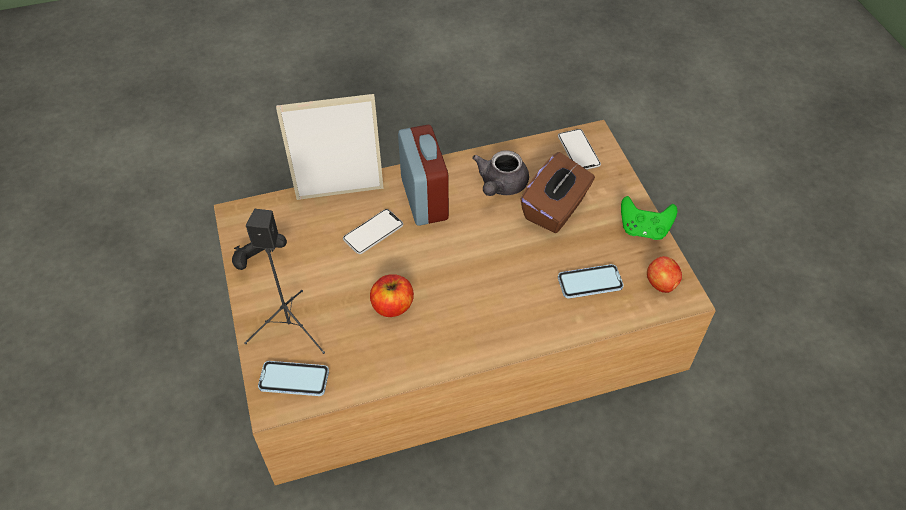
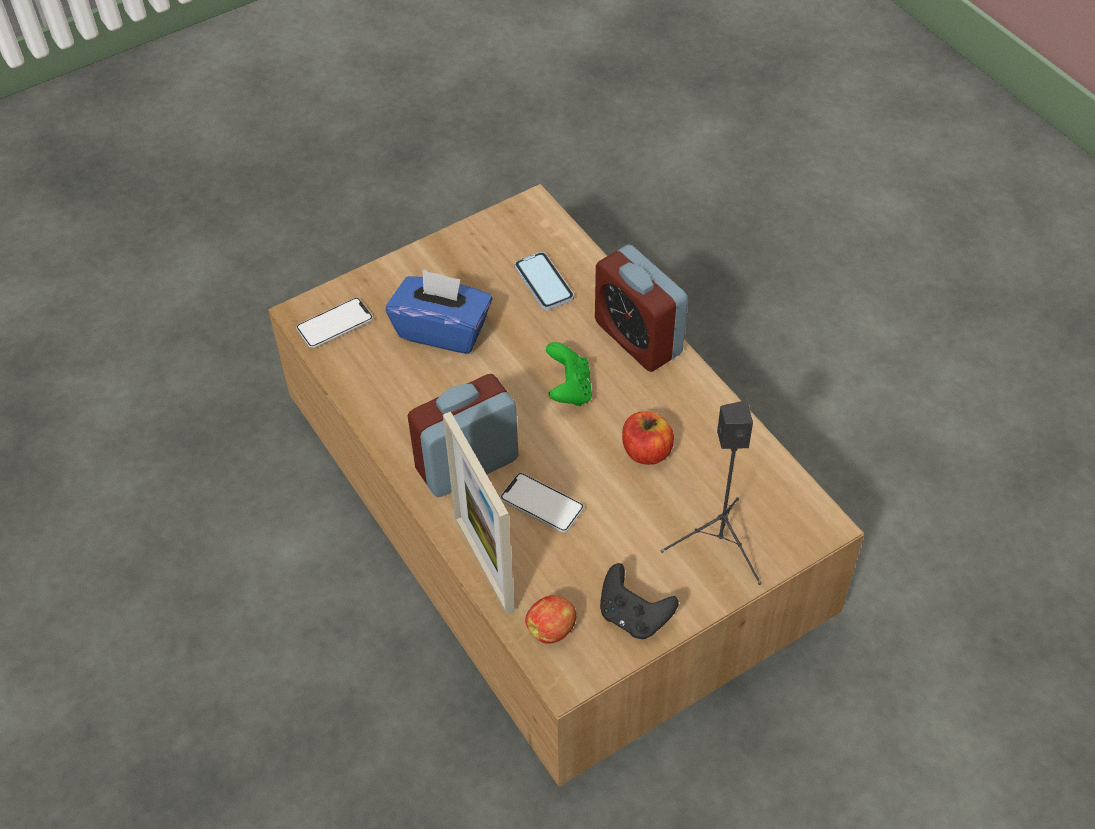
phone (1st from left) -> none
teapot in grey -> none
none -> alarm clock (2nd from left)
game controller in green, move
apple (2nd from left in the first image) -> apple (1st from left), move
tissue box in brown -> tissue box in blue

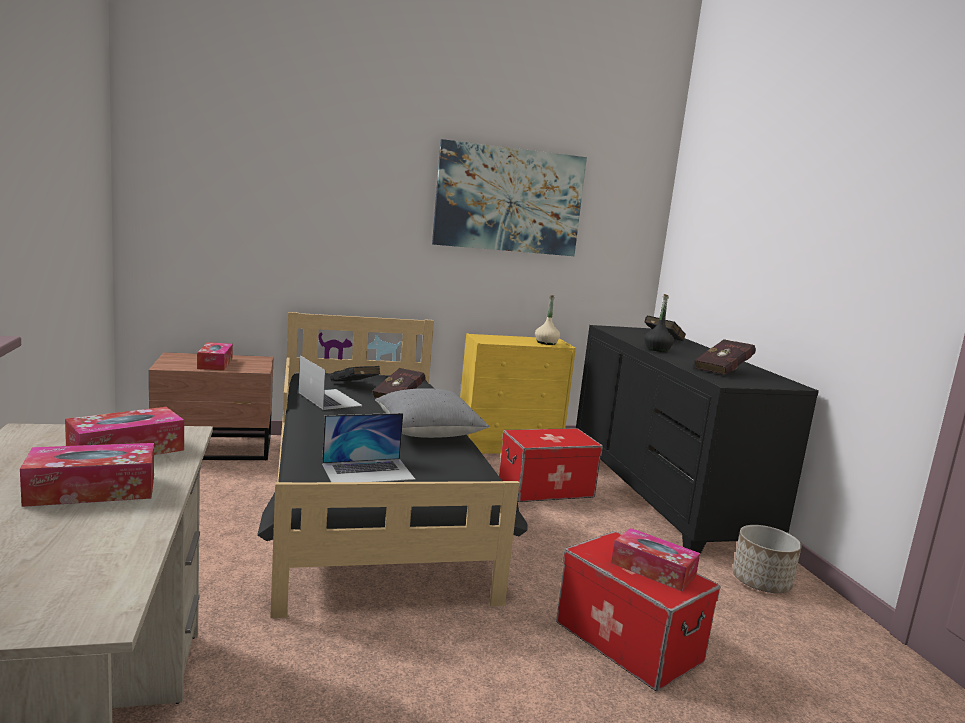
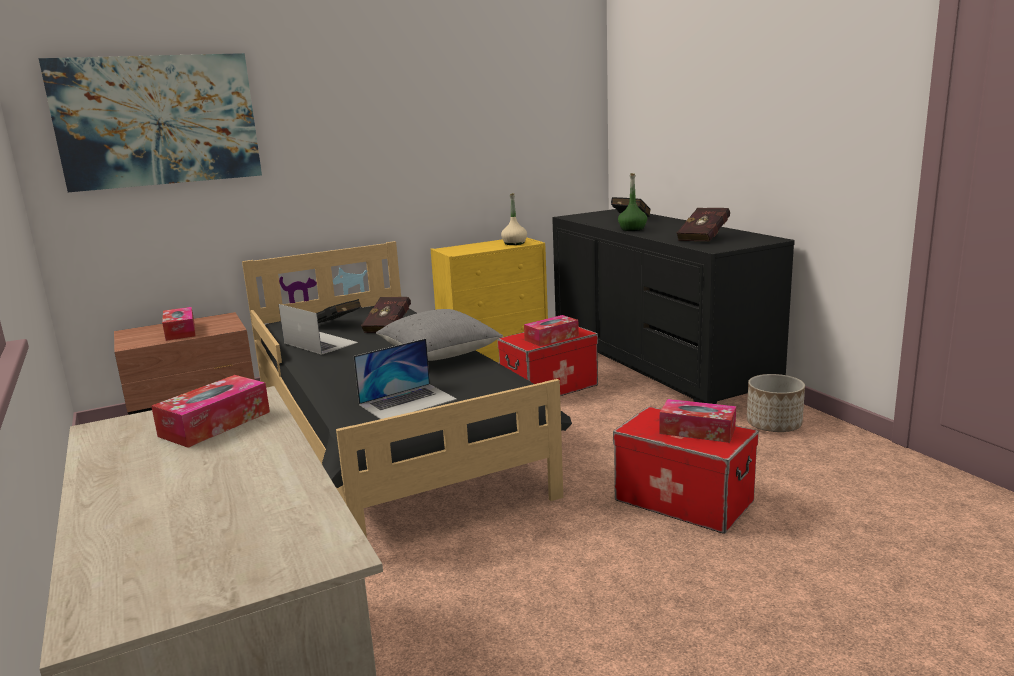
tissue box (1st from left in the first image) -> tissue box (3rd from left), move
picture, move
bottle in black -> bottle in green

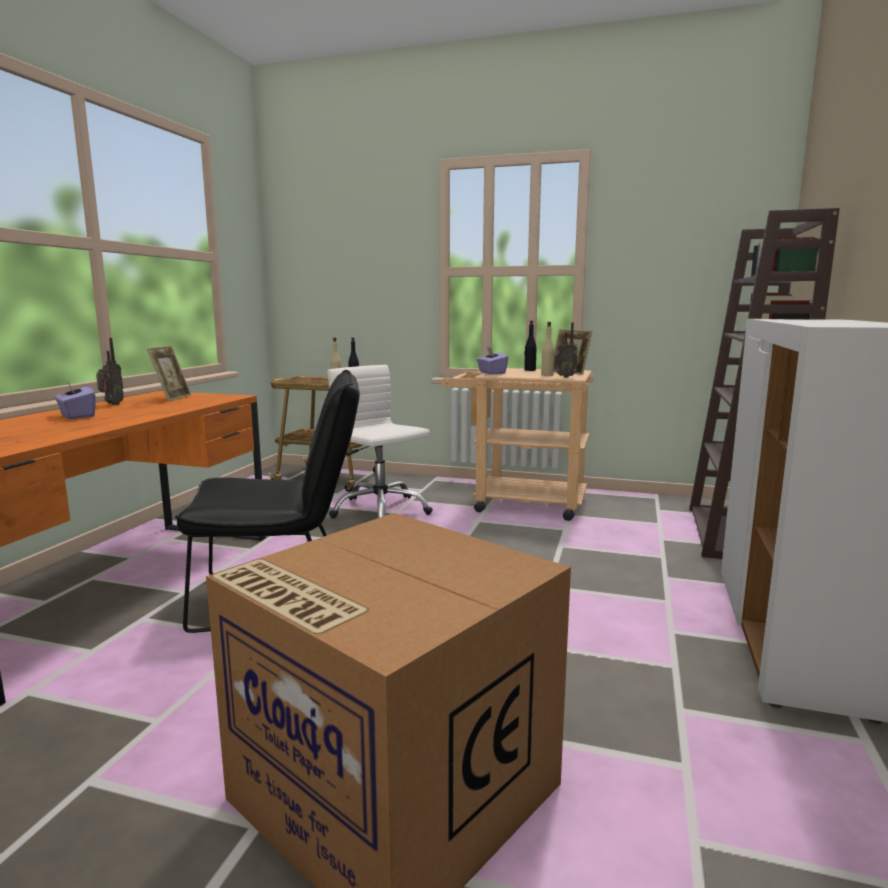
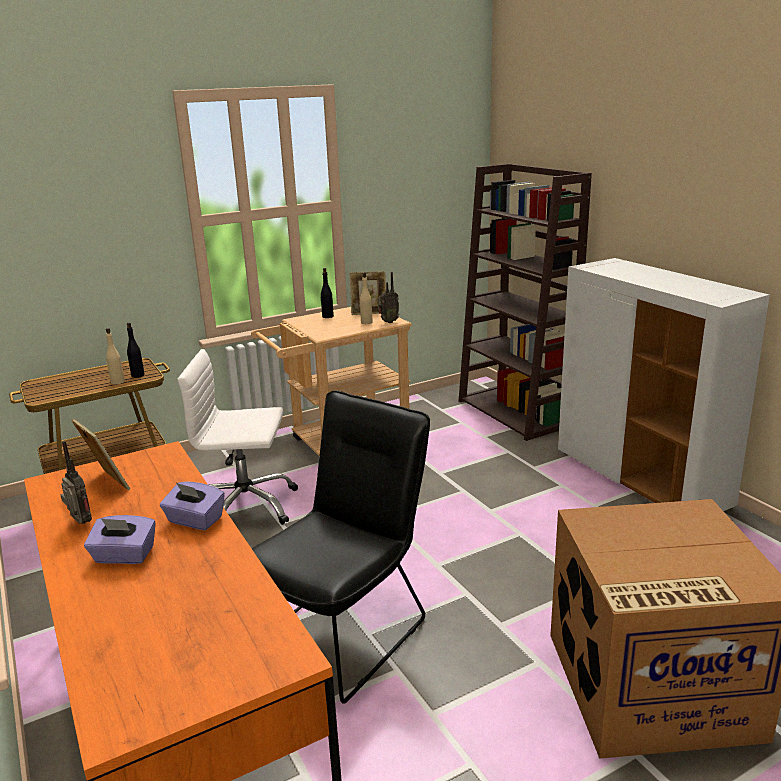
tissue box in purple (2nd from left), move

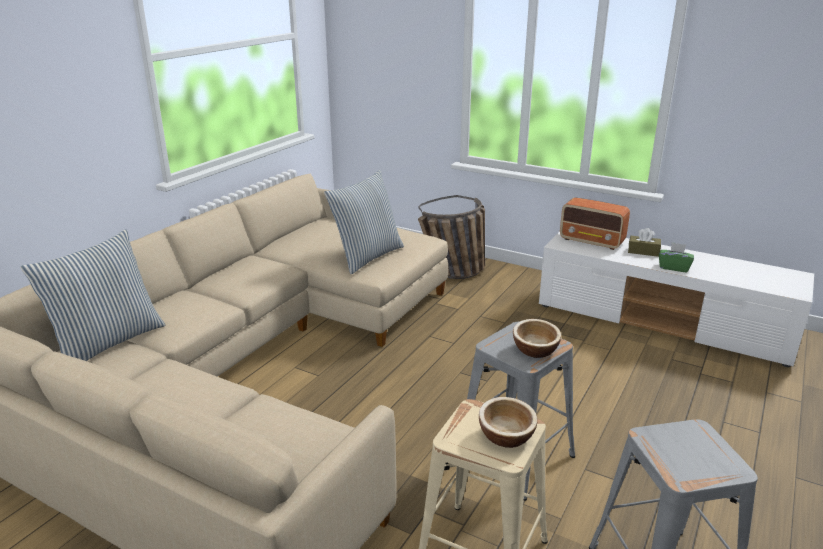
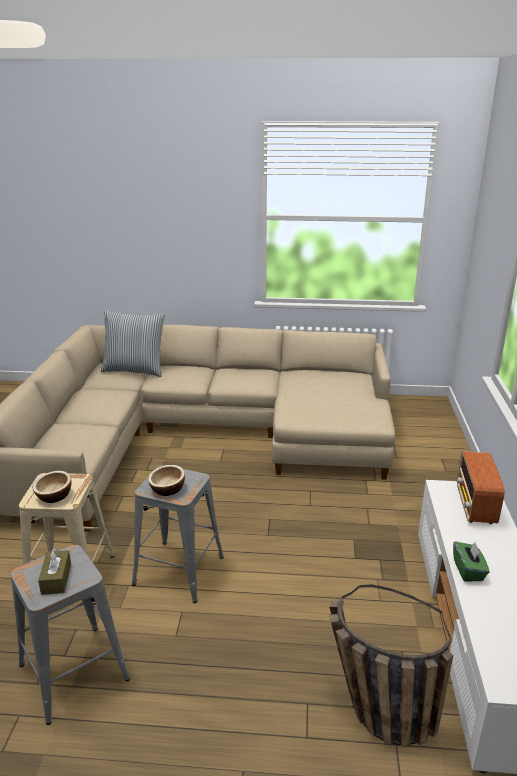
pillow (2nd from left) -> none
basket, move
tissue box in brown, move

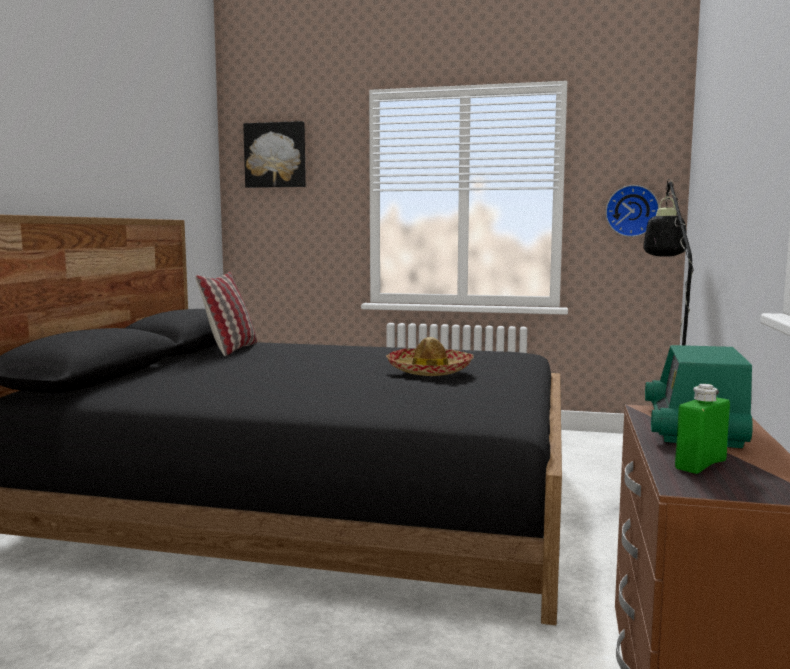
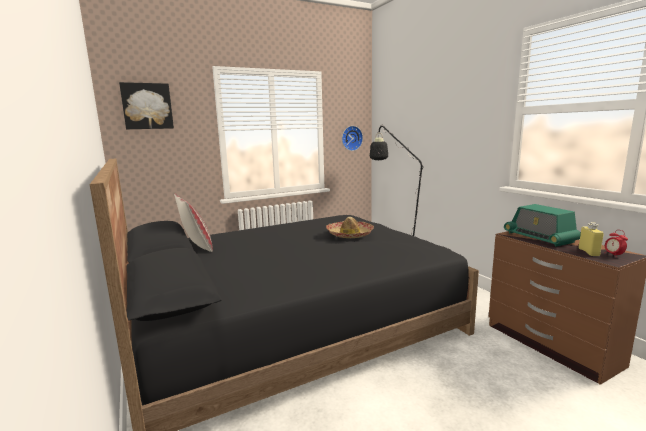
none -> alarm clock
bottle in green -> bottle in yellow

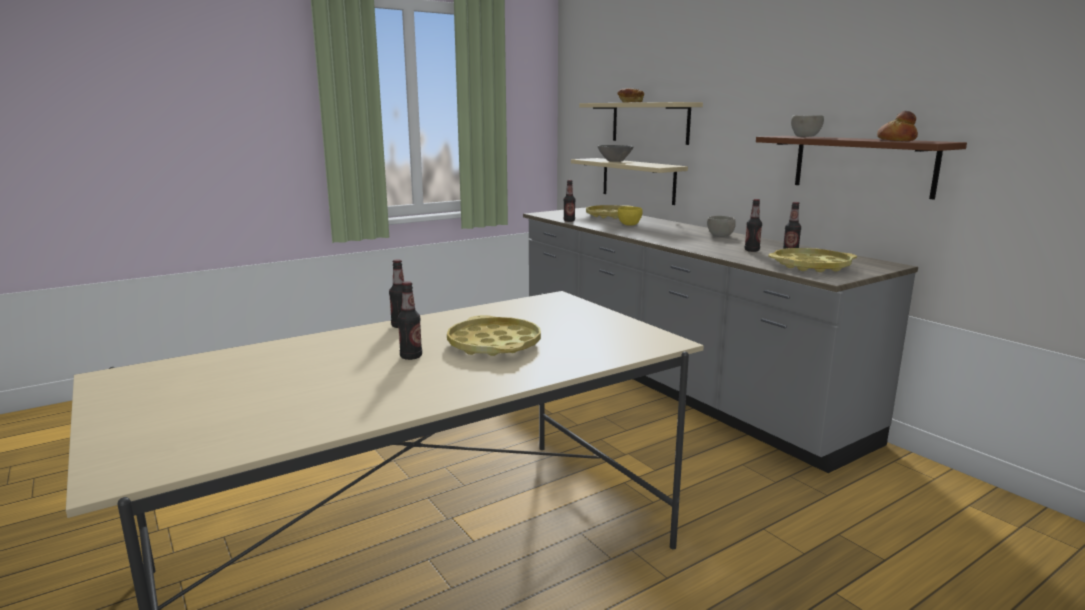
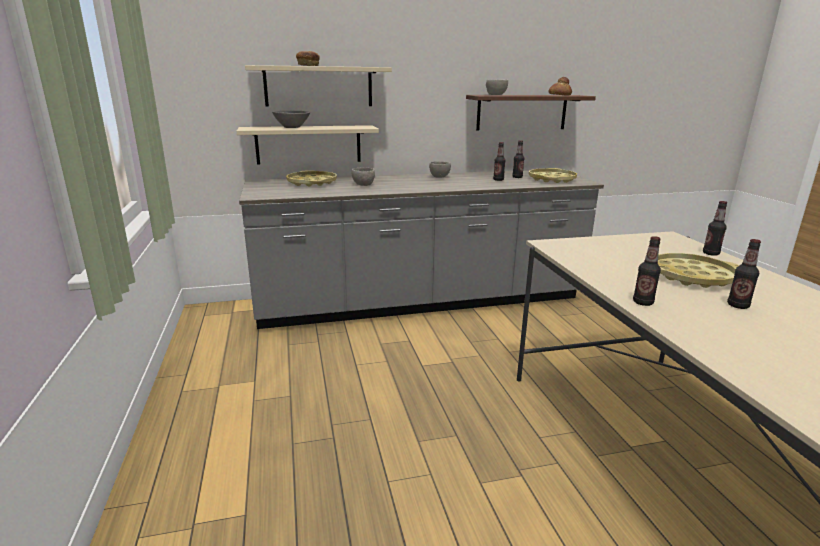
bottle (3rd from left in the first image) -> bottle (4th from left), move
bowl in yellow -> bowl in grey (2nd from left)

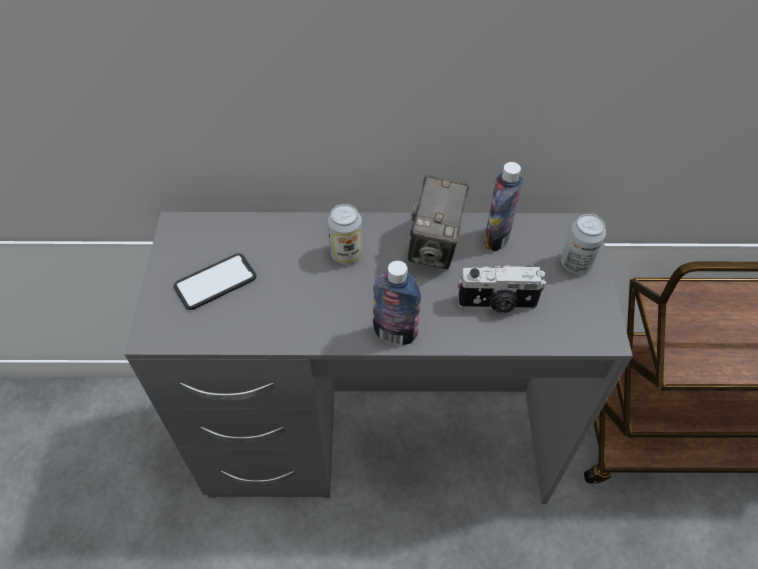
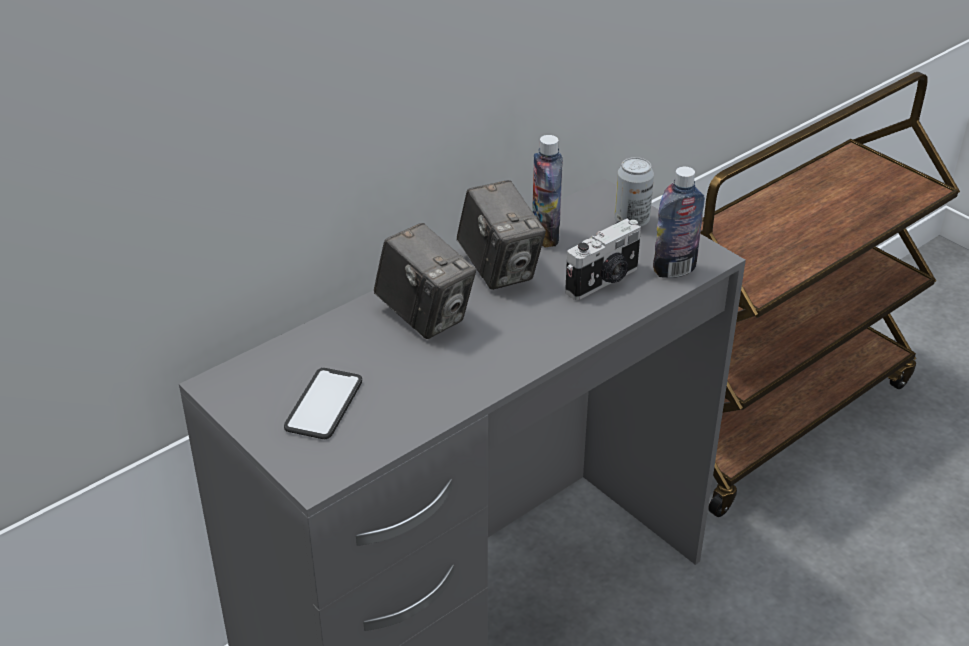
bottle (1st from left in the first image) -> bottle (2nd from left), move
can (1st from left) -> photo camera (1st from left)

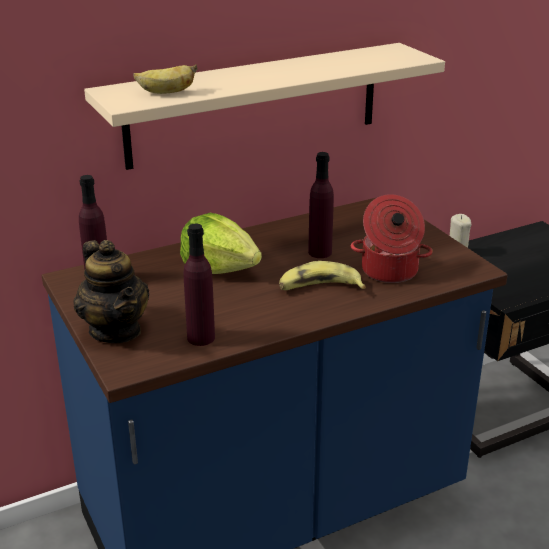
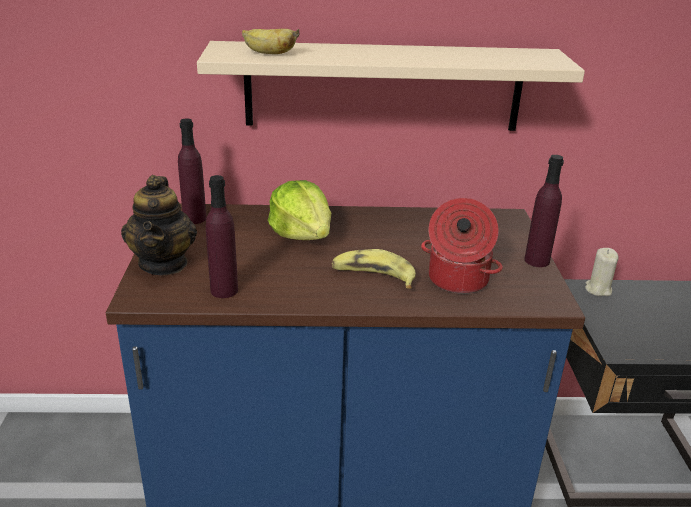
bottle in purple (3rd from left), move

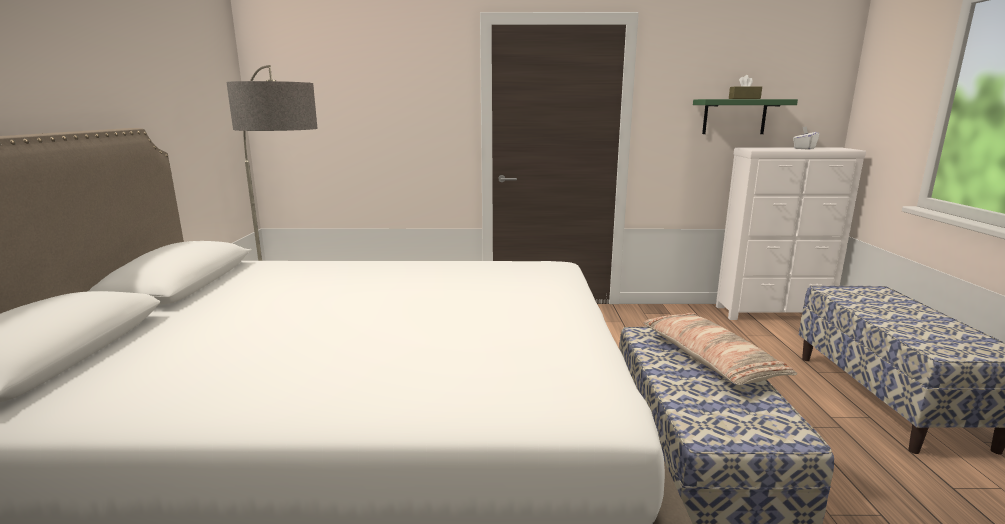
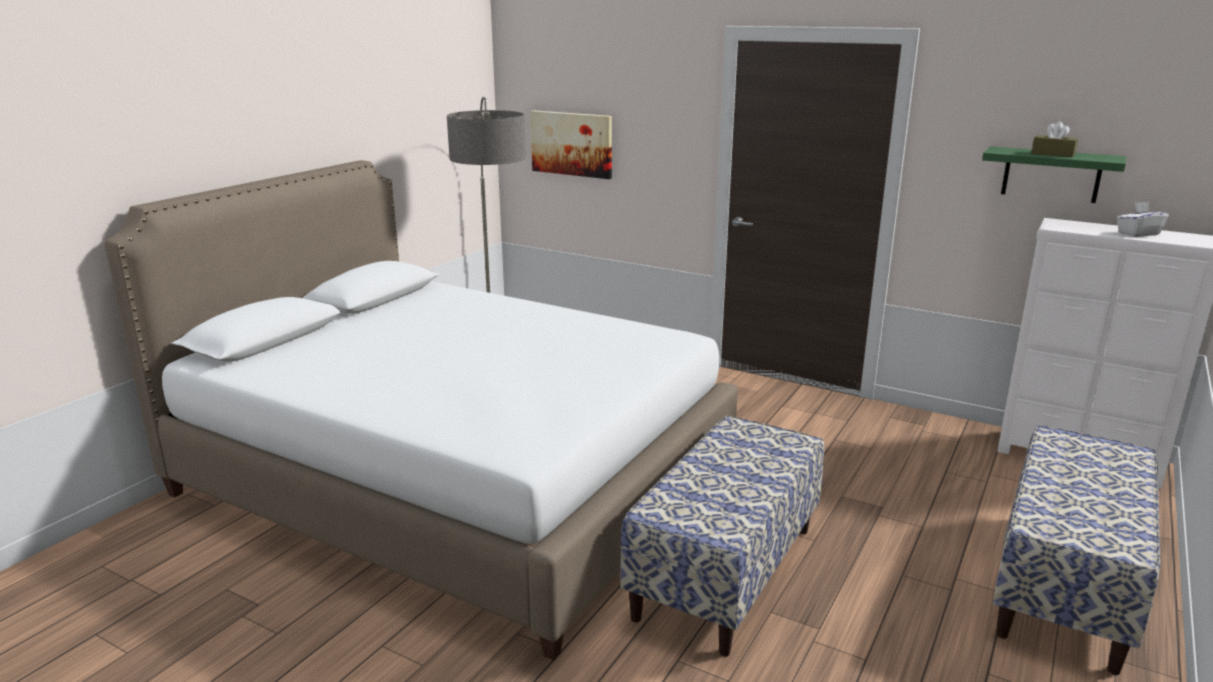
pillow -> none
none -> picture

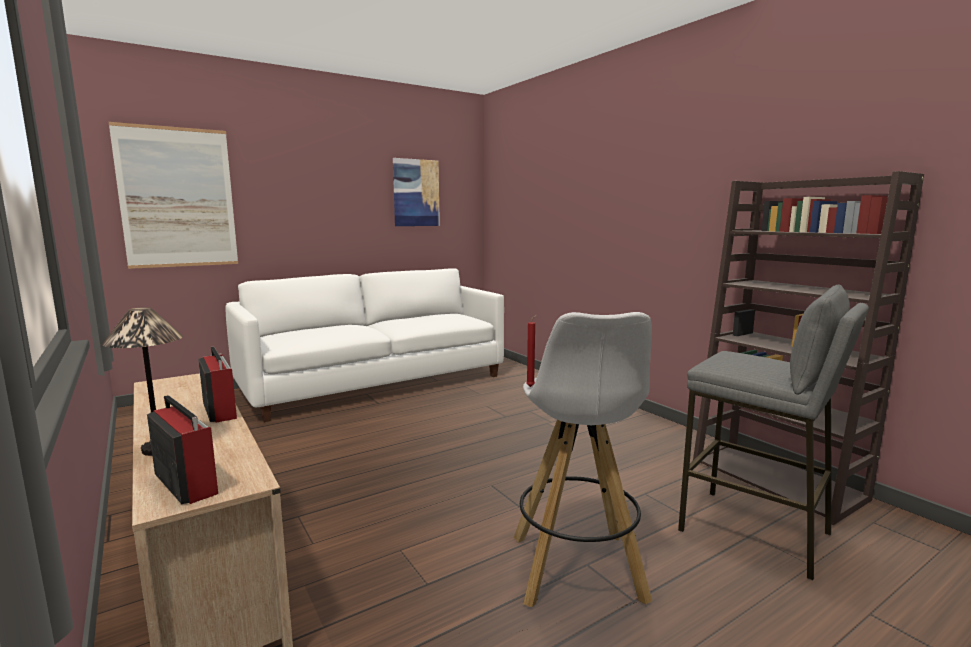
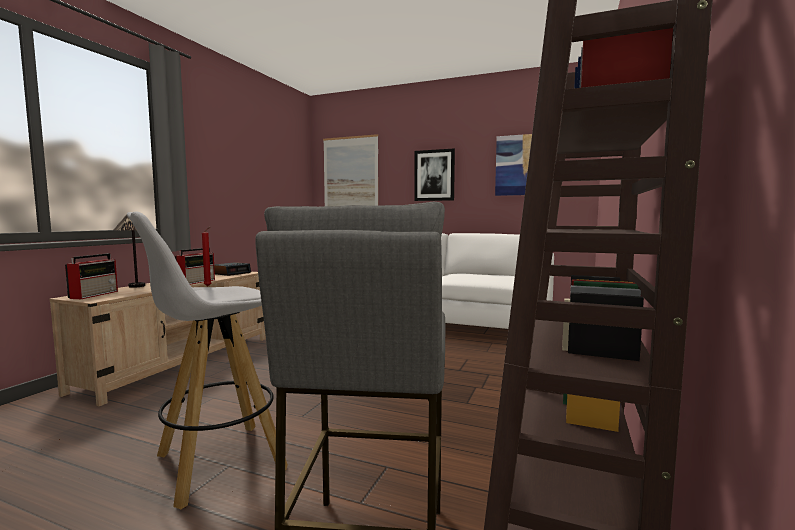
none -> alarm clock
none -> picture (2nd from left)

